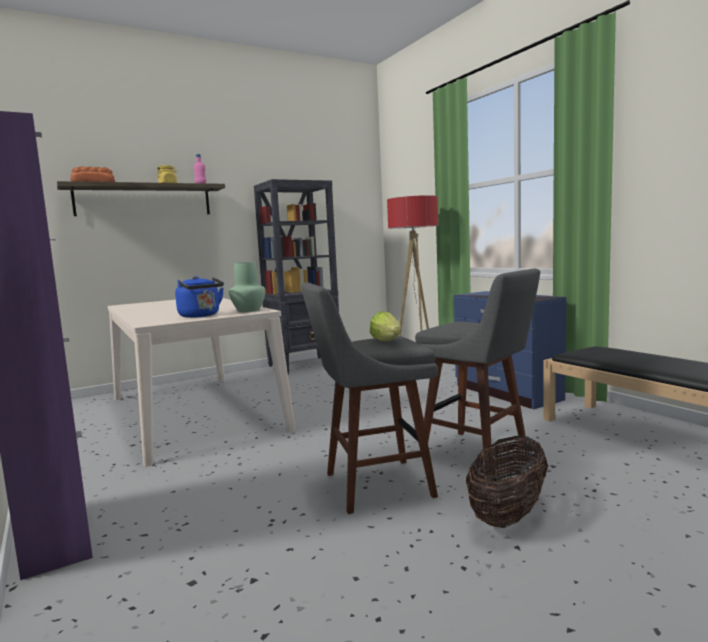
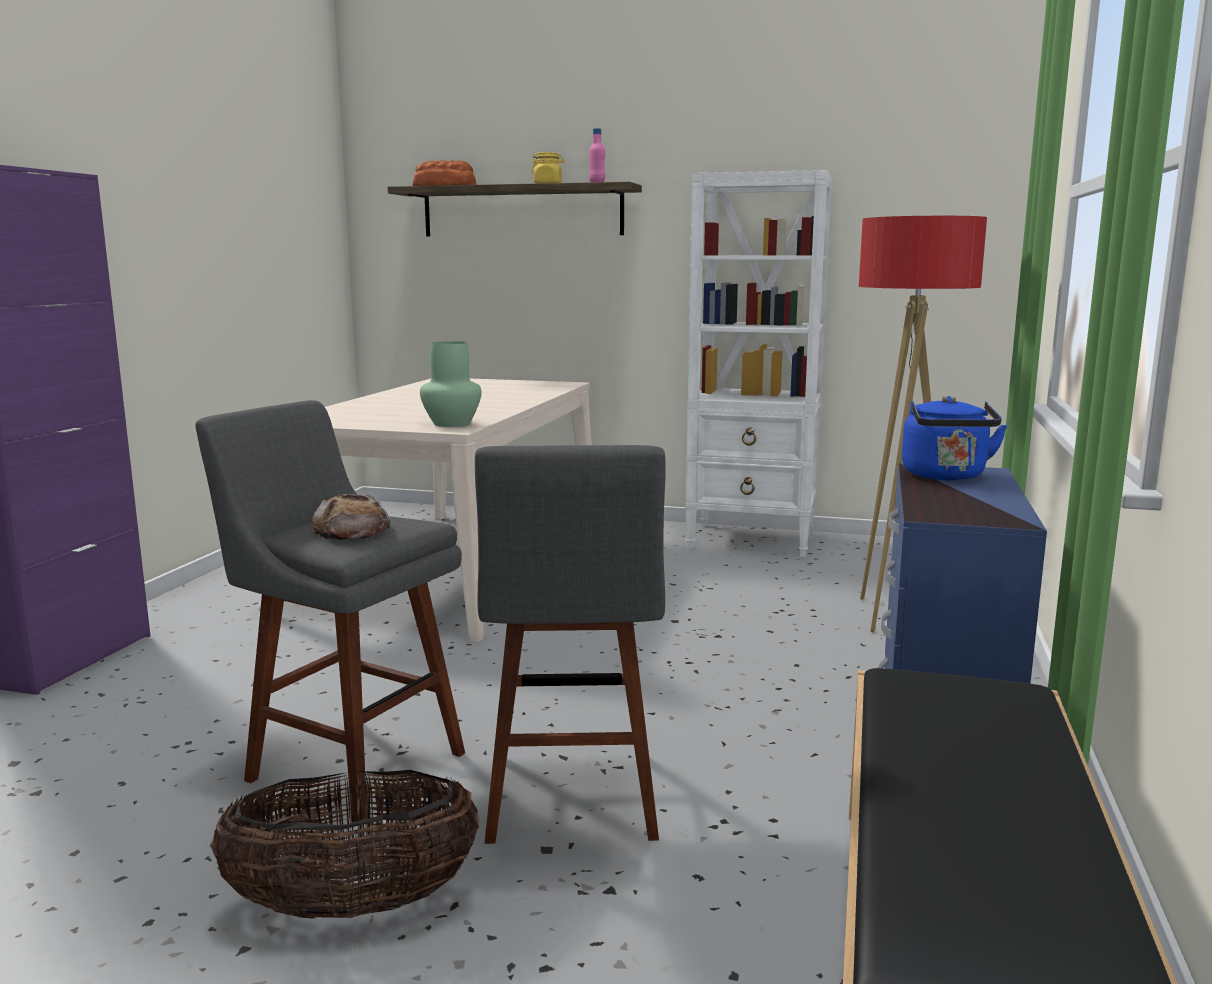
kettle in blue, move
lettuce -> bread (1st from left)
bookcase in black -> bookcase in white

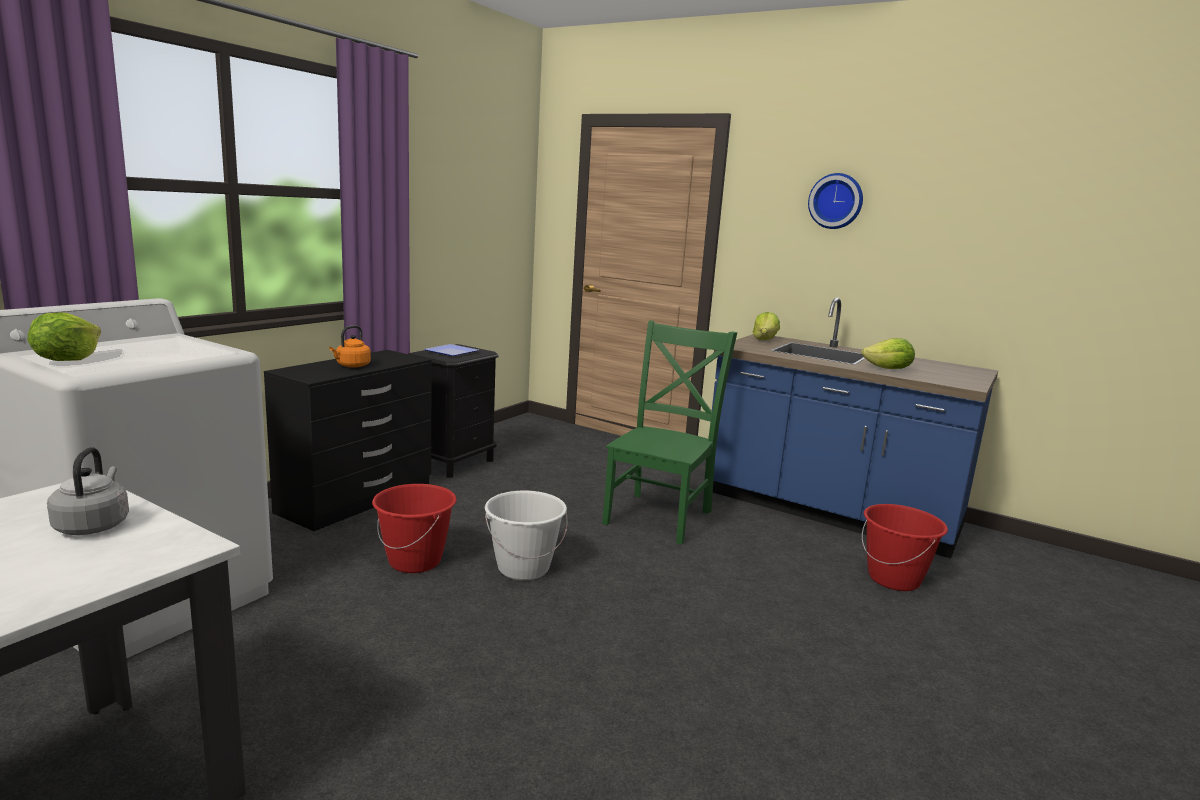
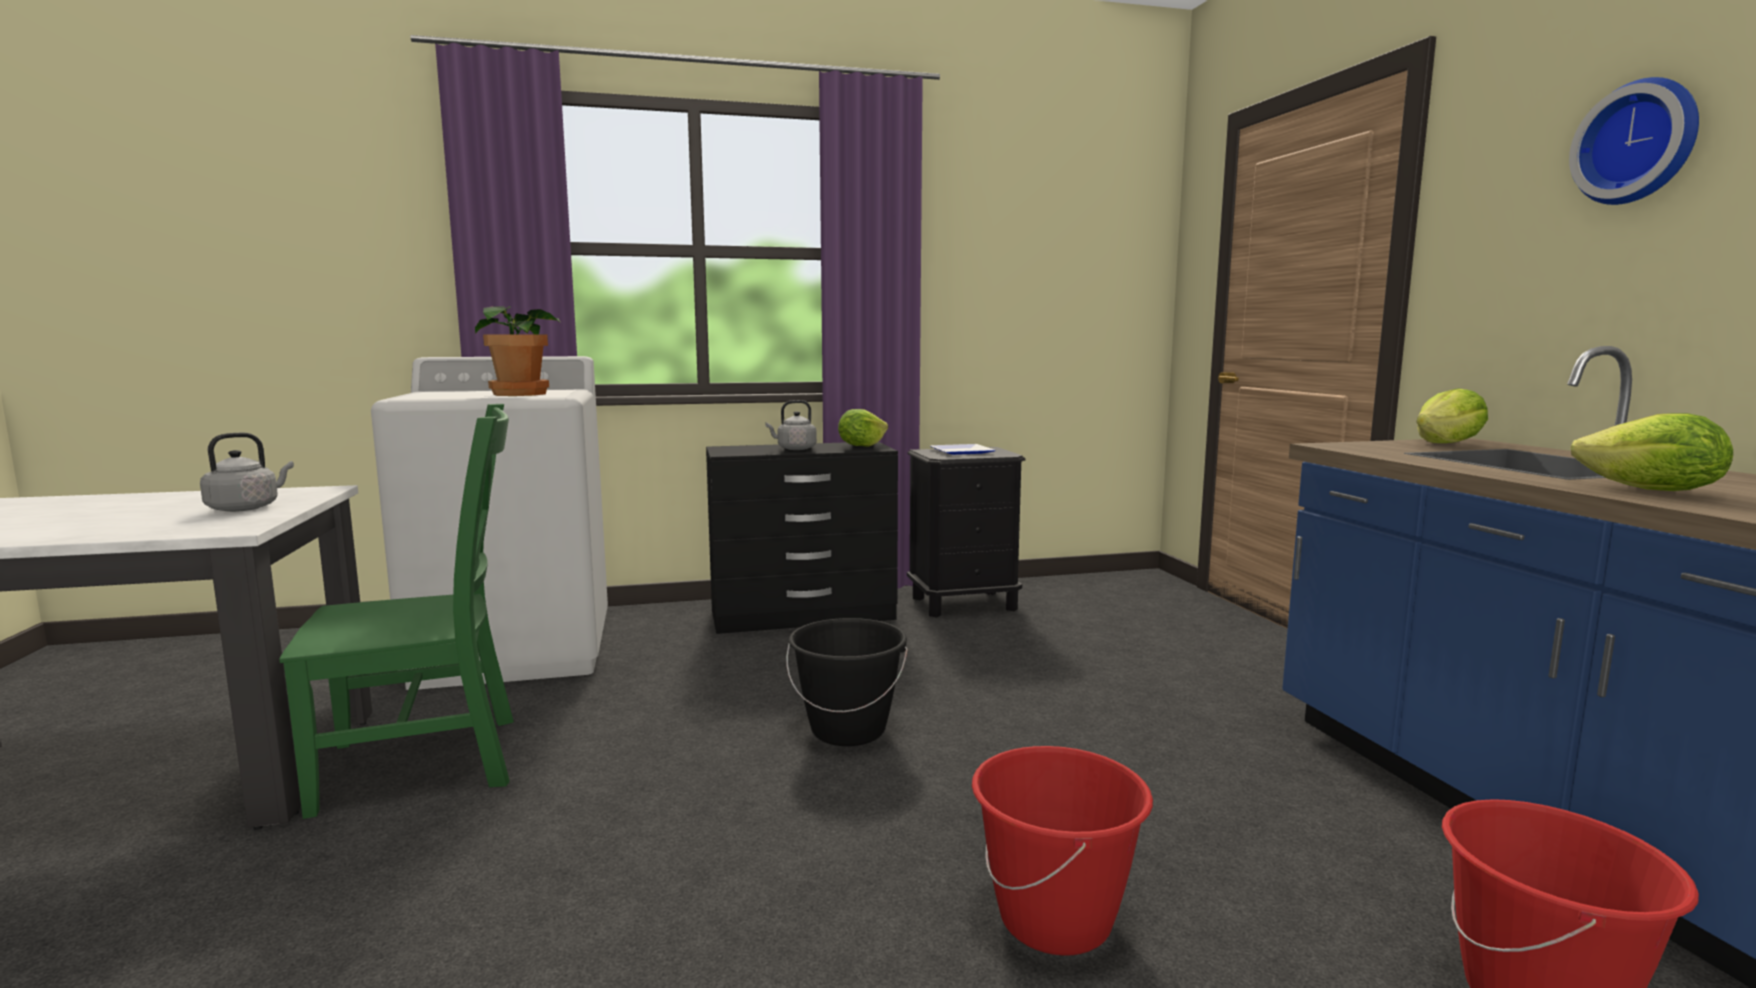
none -> potted plant
lettuce (1st from left), move
bucket in red (1st from left), move
chair in green, move
kettle in orange -> kettle in grey (2nd from left)
bucket in white -> bucket in black

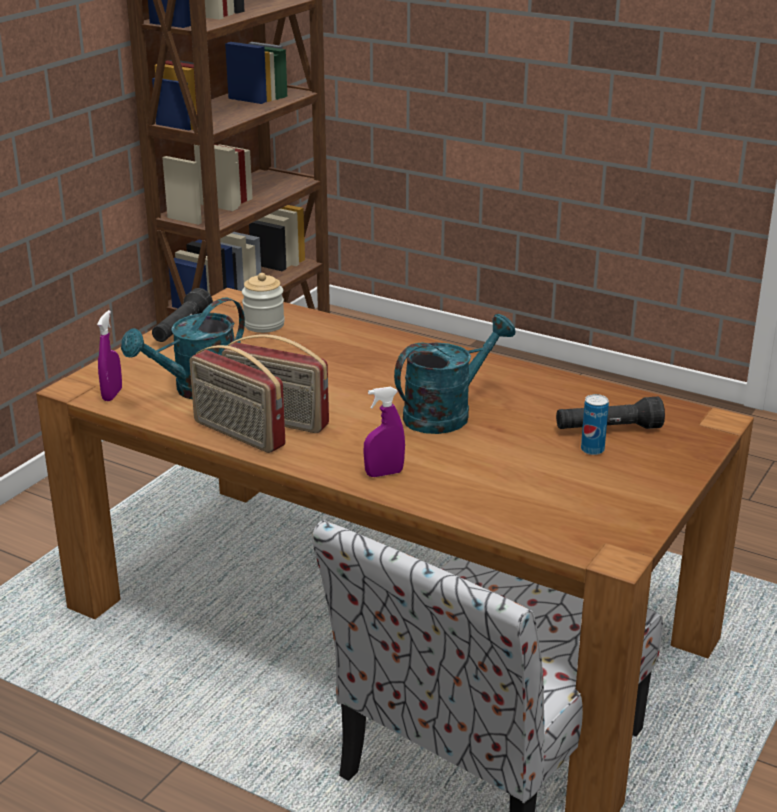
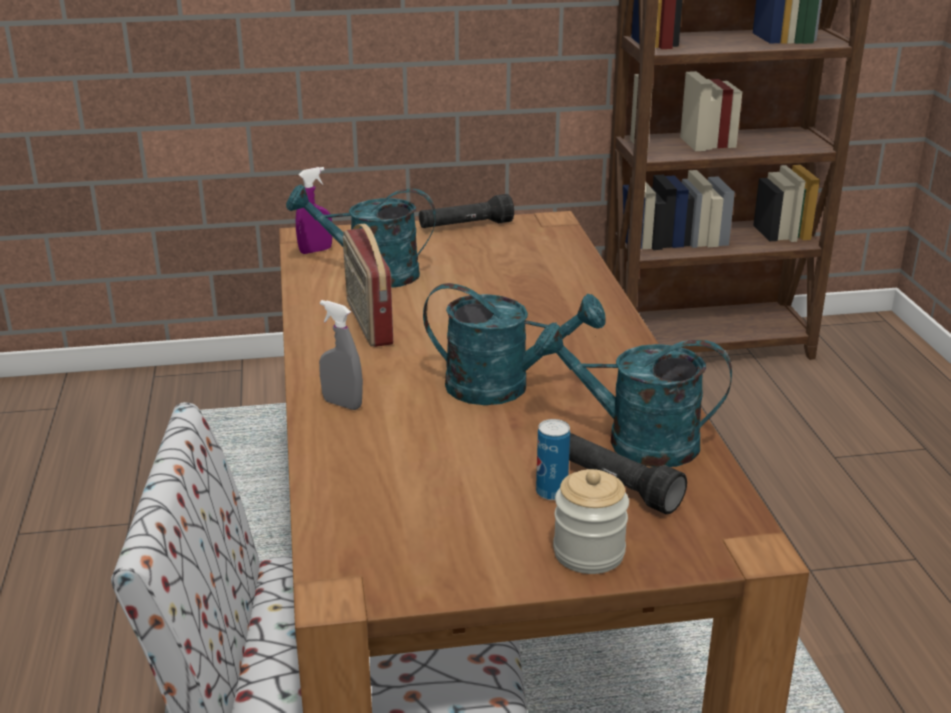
radio (1st from left) -> none
none -> watering can in turquoise (3rd from left)
jar, move
spray bottle in purple (2nd from left) -> spray bottle in grey

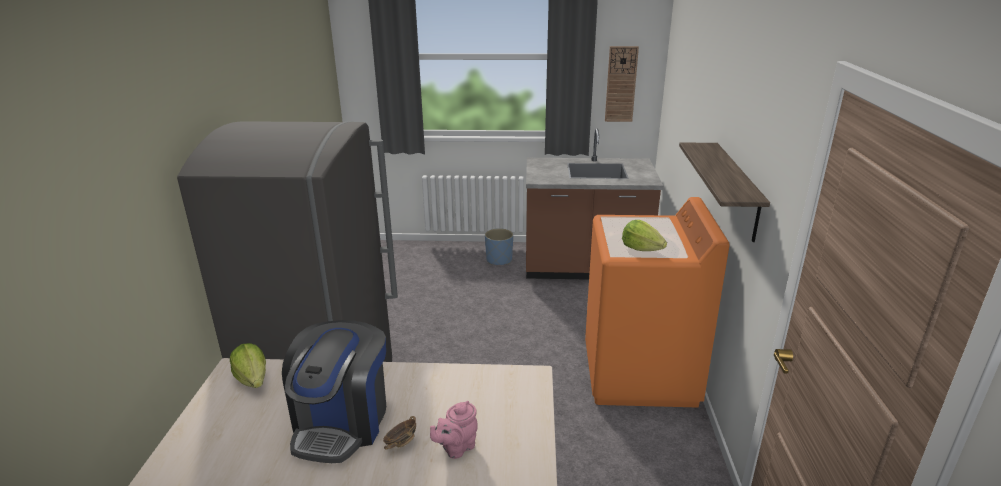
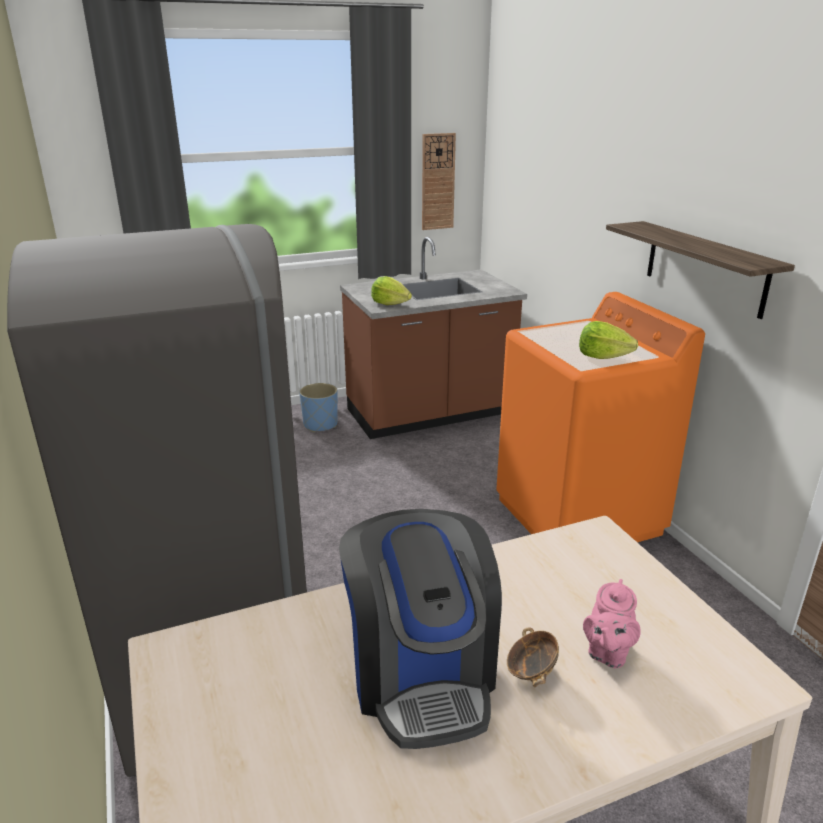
lettuce (1st from left), move

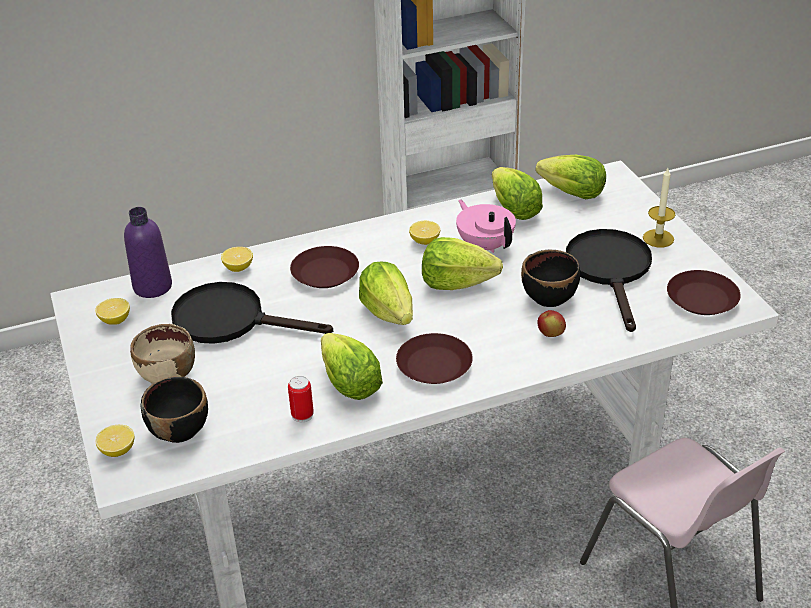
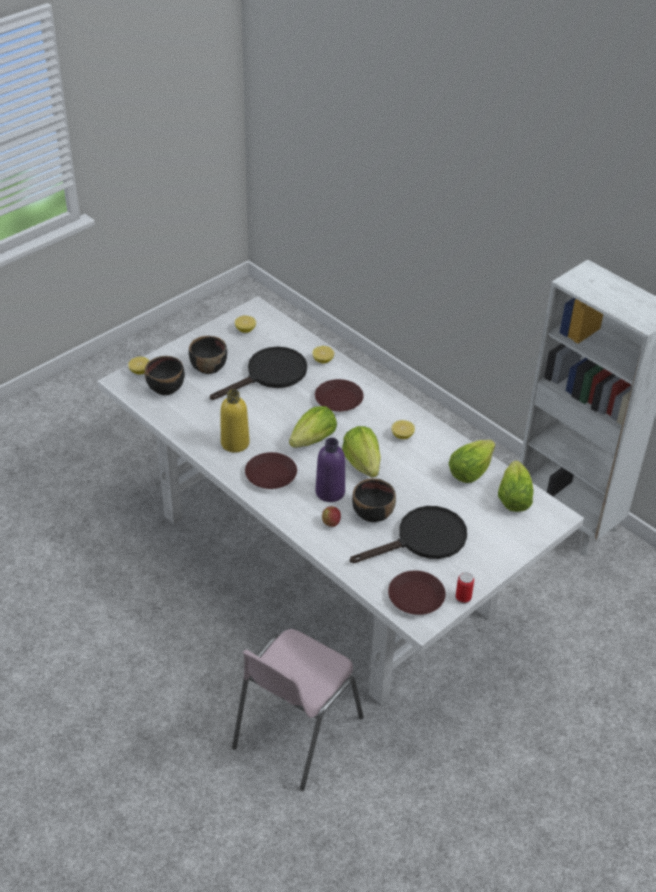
teapot in pink -> none
candle -> none
bottle in purple, move
can, move
lettuce (1st from left) -> bottle in yellow
bowl in beige -> bowl in black (2nd from left)
frying pan in black (1st from left), 60 degrees clockwise

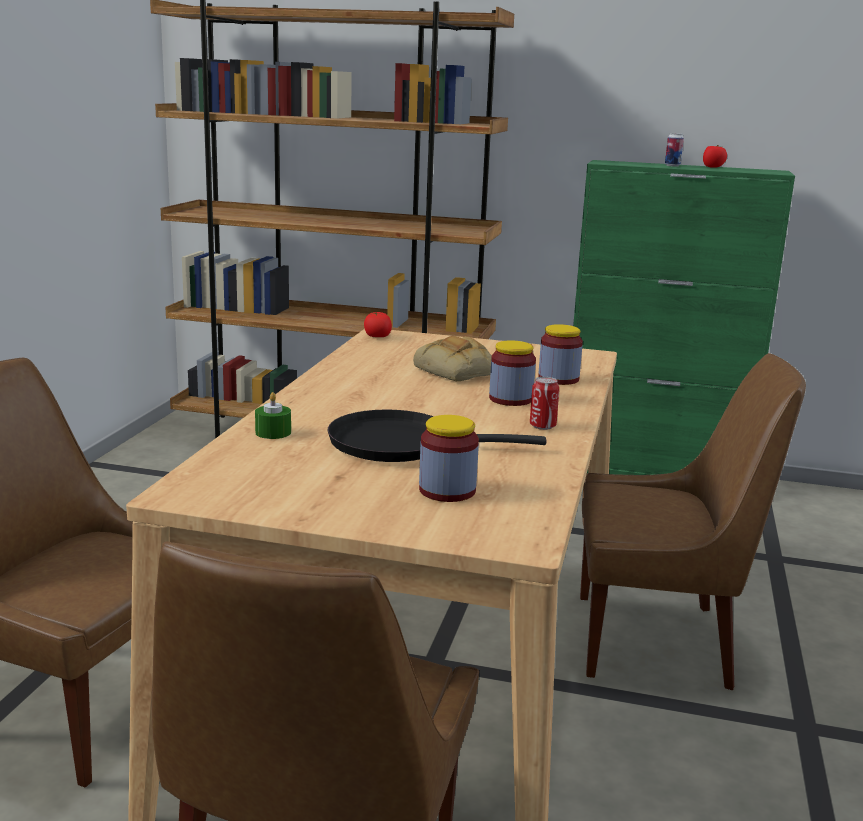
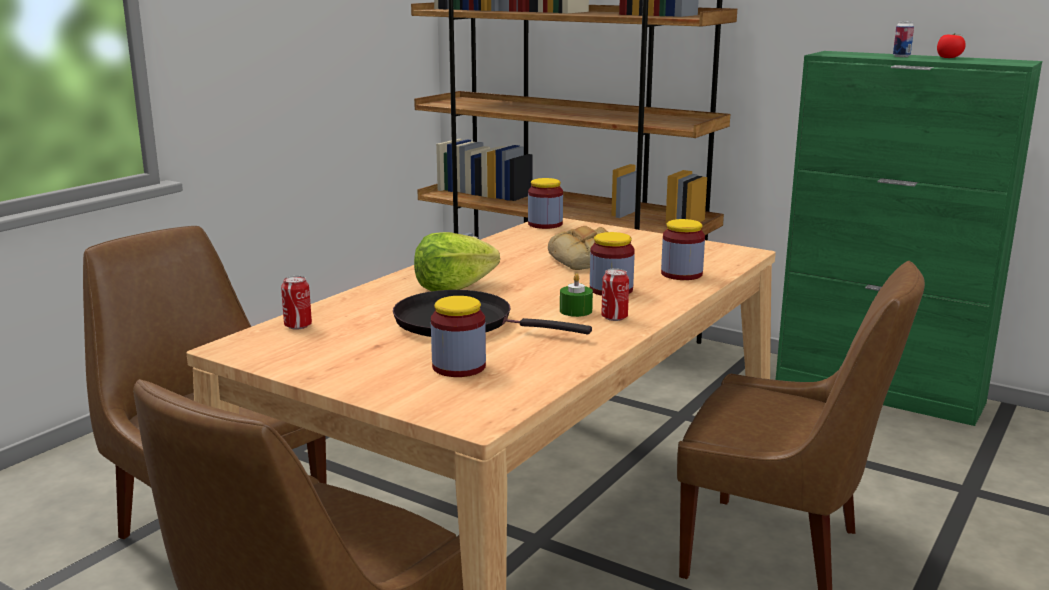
none -> can (1st from left)
none -> lettuce
candle in green, move
tomato (1st from left) -> jar (2nd from left)

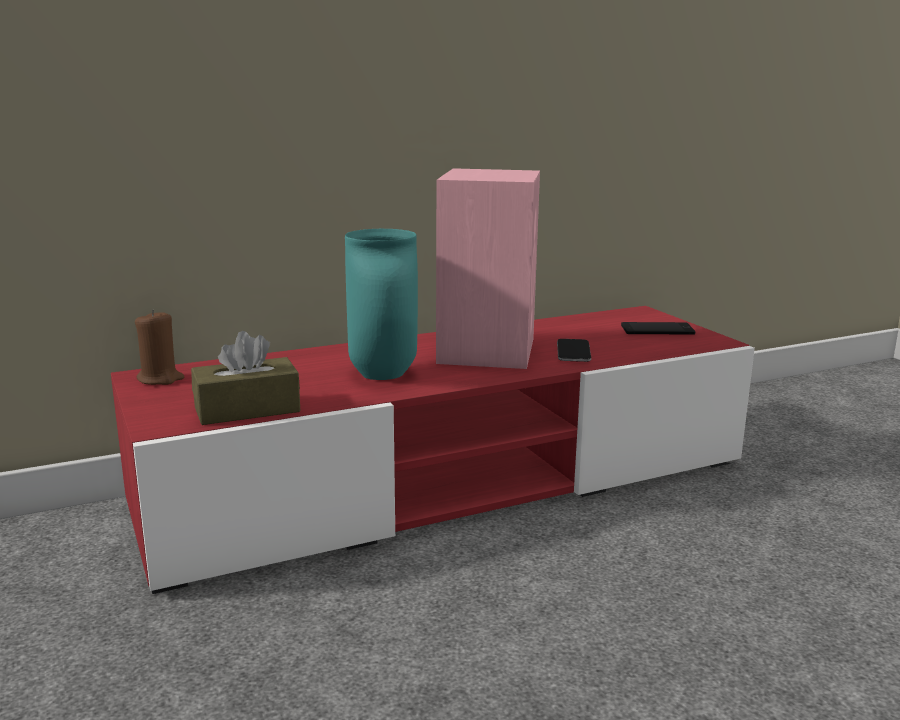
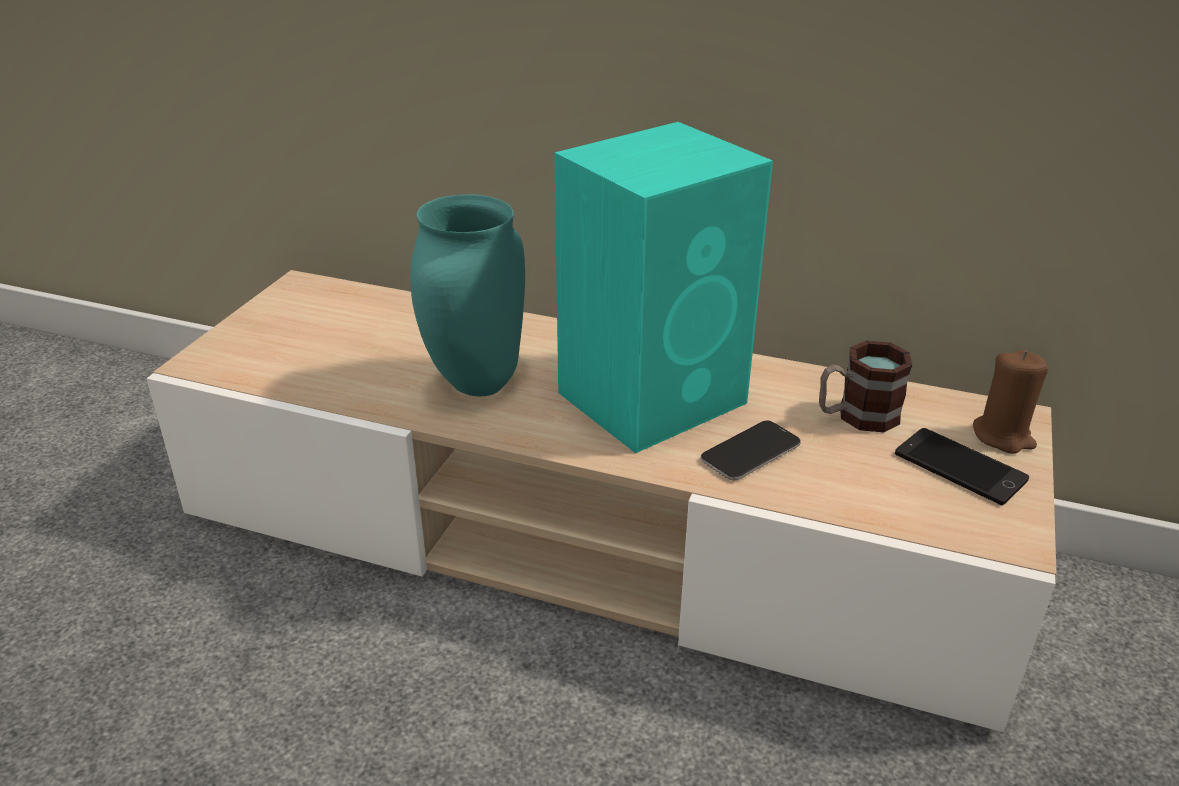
tissue box in brown -> none
none -> mug
candle in brown, move
tv stand in red -> tv stand in beige
speaker in pink -> speaker in turquoise

